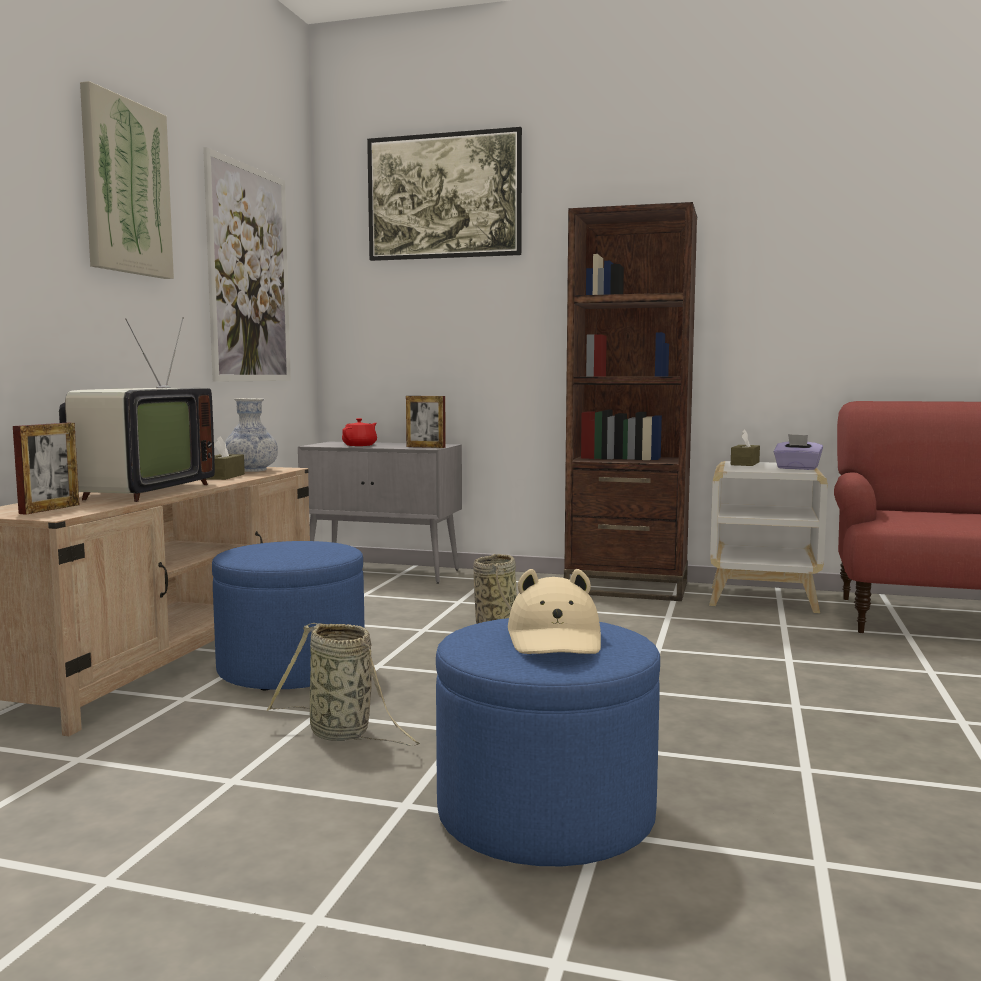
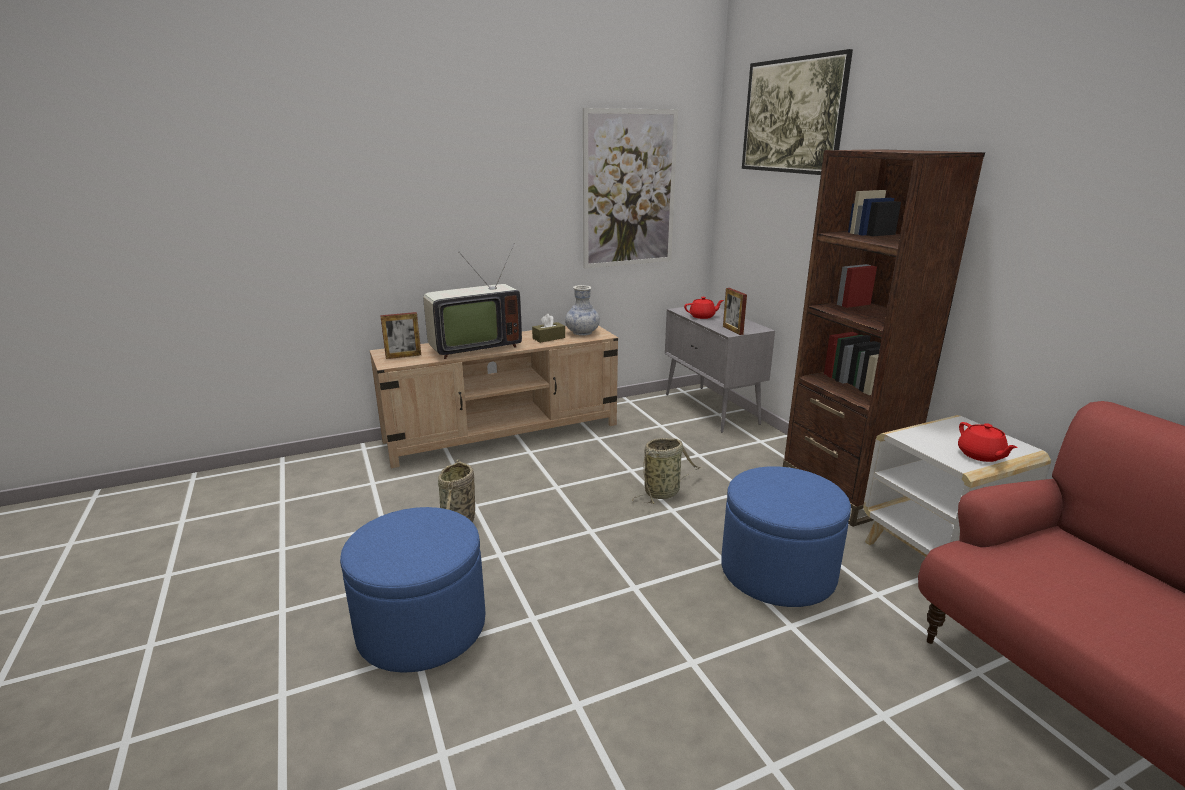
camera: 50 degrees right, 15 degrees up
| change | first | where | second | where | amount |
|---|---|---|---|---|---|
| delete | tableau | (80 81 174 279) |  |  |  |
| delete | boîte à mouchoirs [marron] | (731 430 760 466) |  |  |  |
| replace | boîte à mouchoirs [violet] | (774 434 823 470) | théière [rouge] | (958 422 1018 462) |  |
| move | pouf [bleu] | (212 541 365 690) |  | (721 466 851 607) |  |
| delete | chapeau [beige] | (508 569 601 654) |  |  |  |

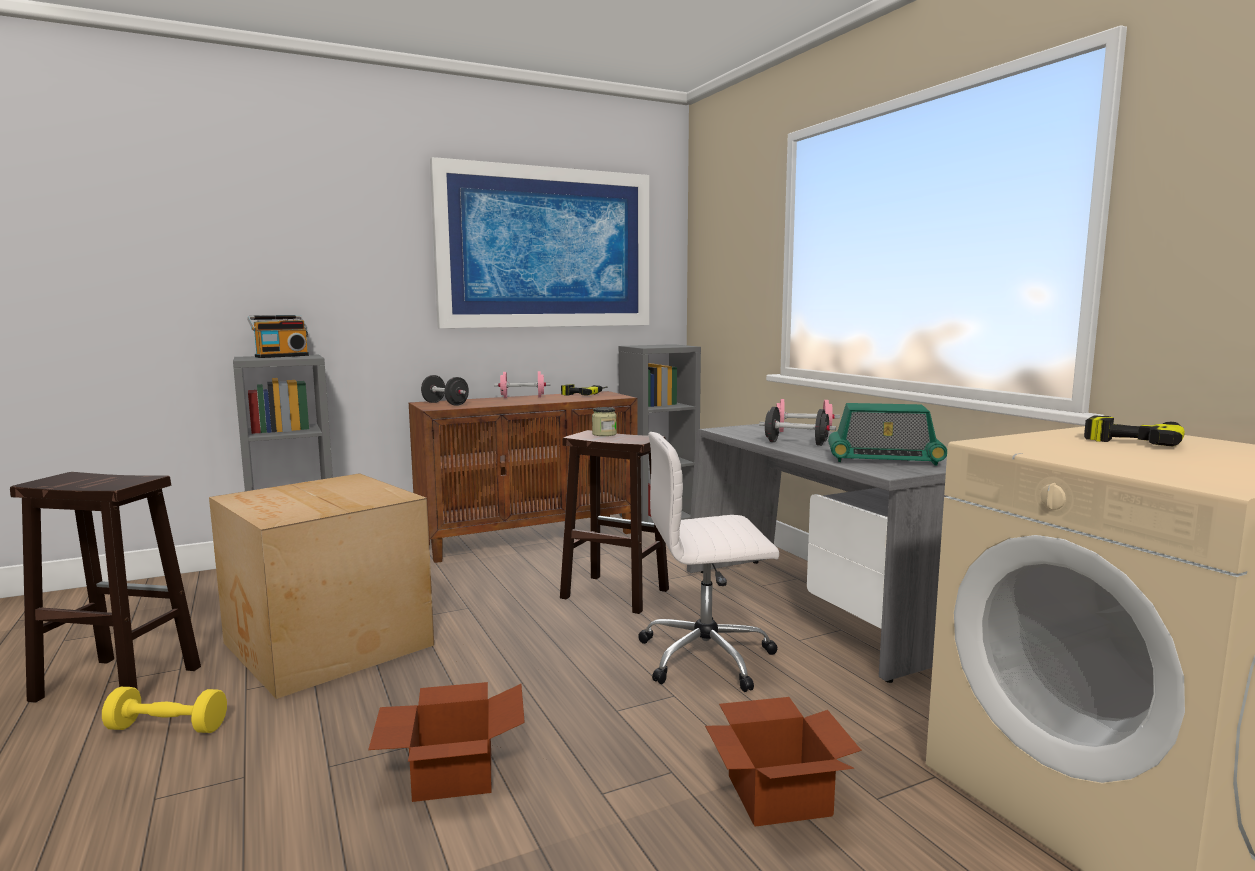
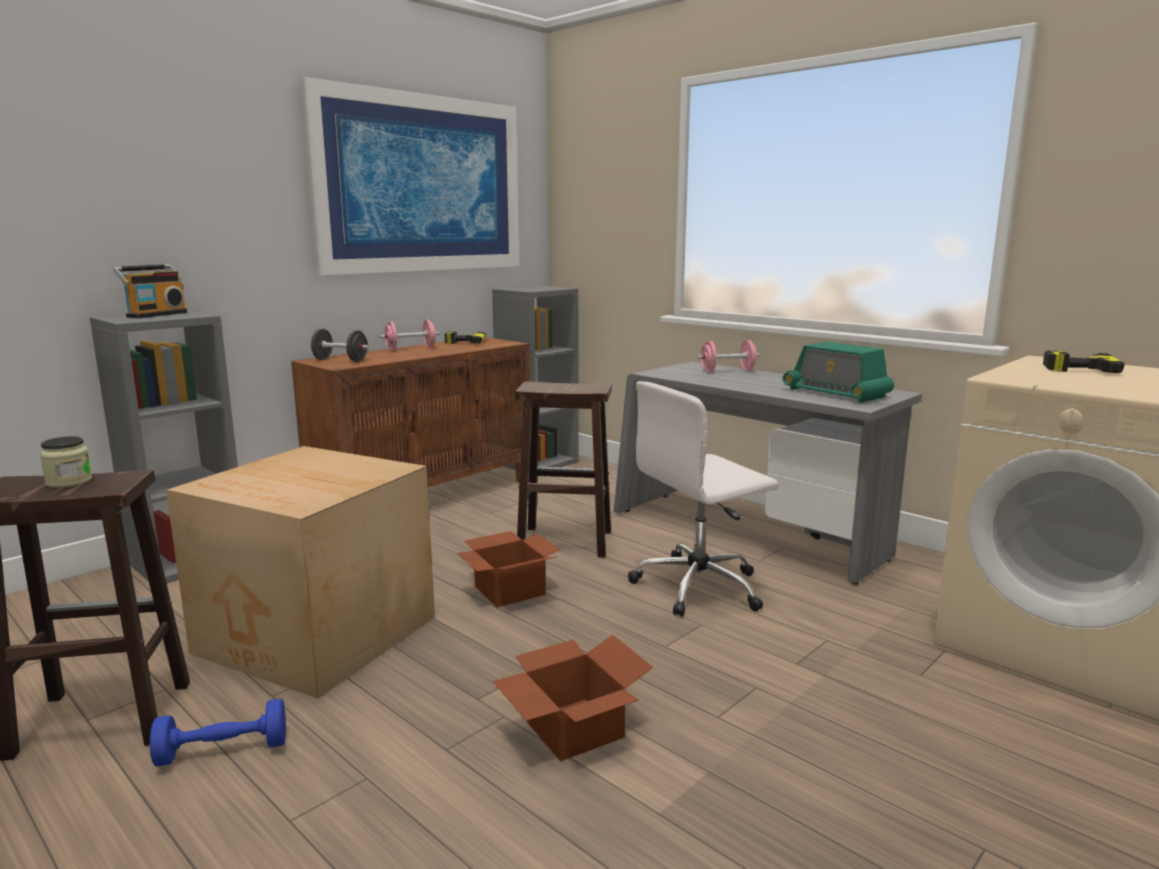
camera: 20 degrees left, 5 degrees up
| change | first | where | second | where | amount |
|---|---|---|---|---|---|
| rotate | radio | (828 403 947 466) |  | (783 342 894 403) | 60 degrees clockwise |
| move | bocal | (592 407 617 436) |  | (40 436 92 488) |  |
| delete | haltère [noir] | (759 407 836 446) |  |  |  |
| recolor | haltère [jaune] | (102 687 227 733) | haltère [bleu] | (150 699 286 767) |  |
| move | carton | (705 697 862 827) |  | (457 531 560 607) |  |

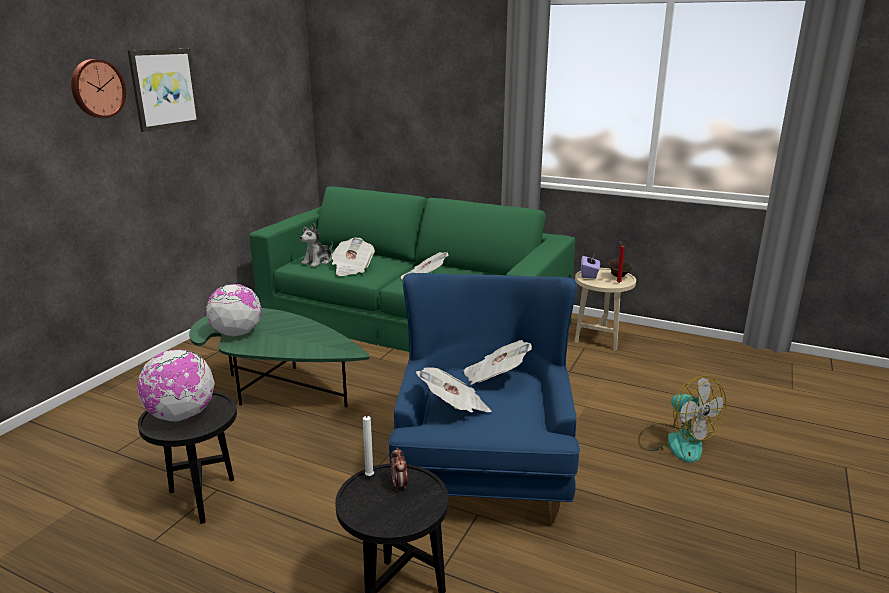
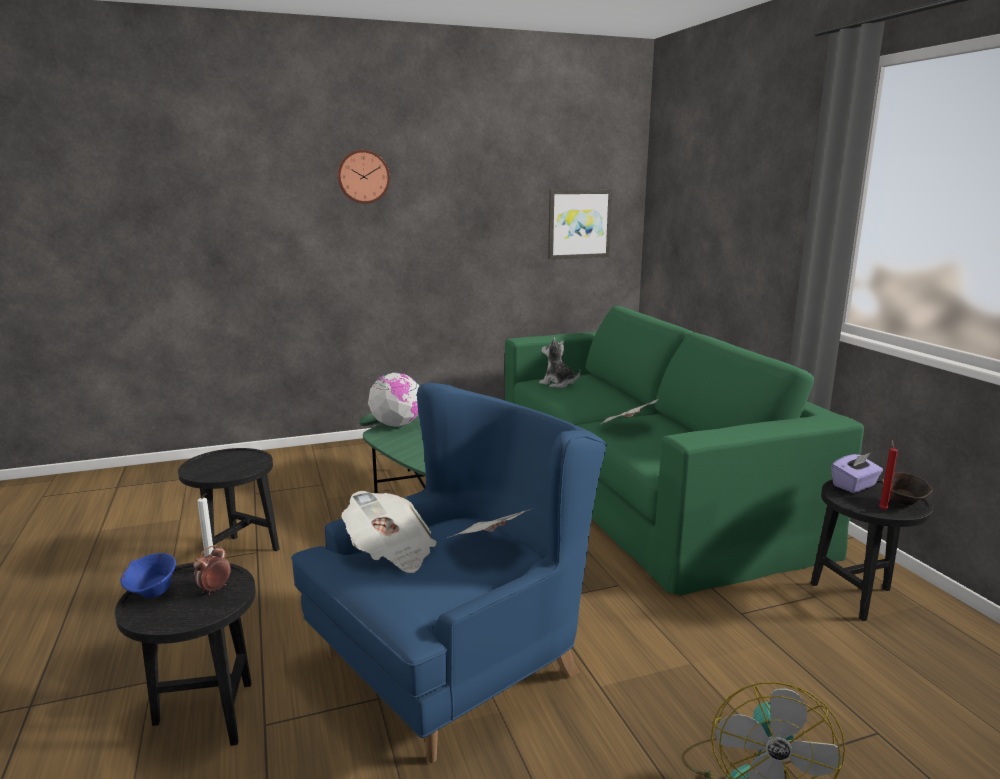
camera: 45 degrees right, 5 degrees down
| change | first | where | second | where | amount |
|---|---|---|---|---|---|
| move | tableau | (127 49 200 132) |  | (548 189 612 259) |  |
| rotate | peluche | (300 223 333 267) |  | (539 338 581 388) | 45 degrees clockwise |
| delete | journal | (331 237 375 276) |  |  |  |
| recolor | table d'appoint [beige] | (574 268 636 351) | table d'appoint [noir] | (811 479 933 621) |  |
| delete | globe | (137 349 215 422) |  |  |  |
| insert |  |  | bol [bleu] | (120 553 176 598) |  |

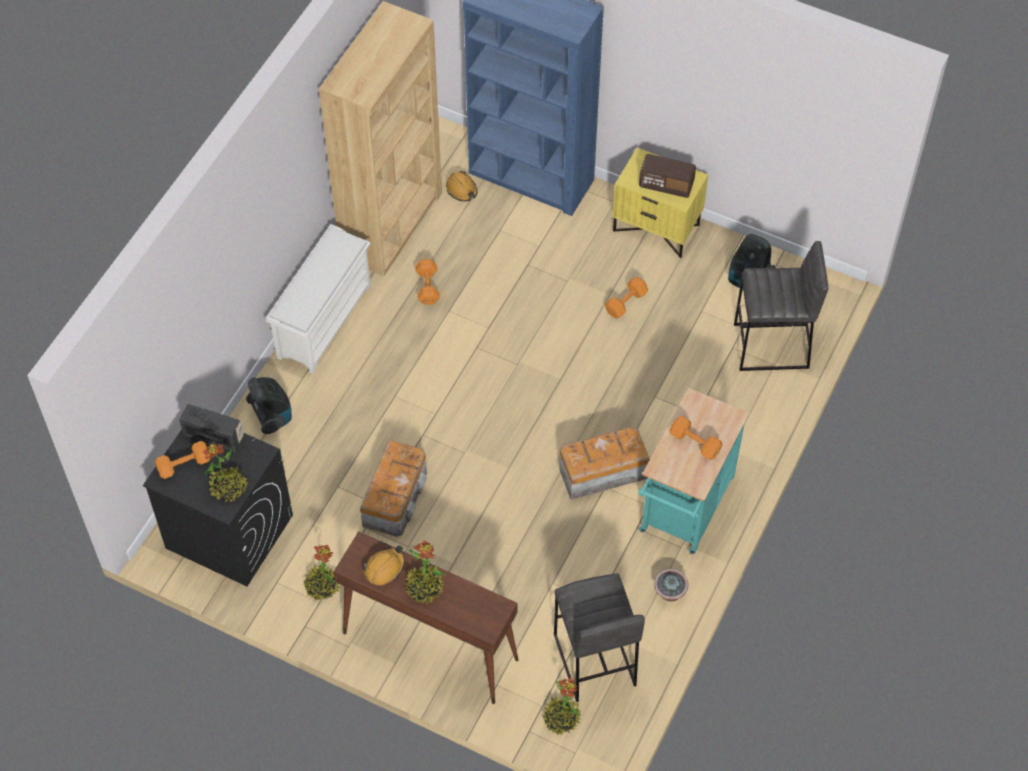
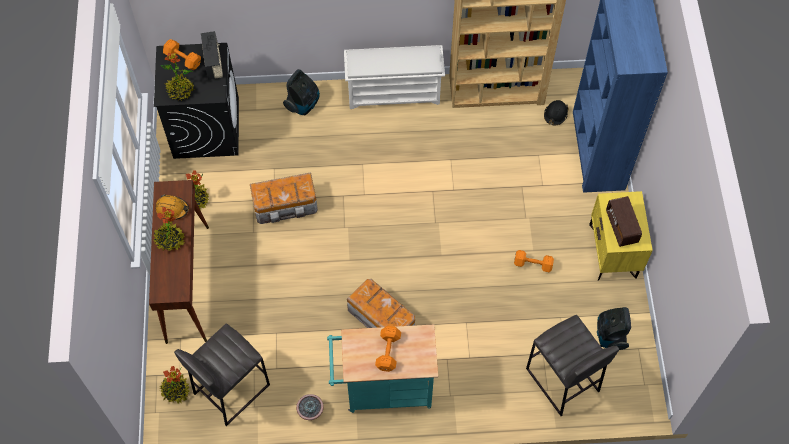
camera: 60 degrees right, 5 degrees up
| change | first | where | second | where | amount |
|---|---|---|---|---|---|
| recolor | casque de chantier [orange] | (446 171 477 201) | casque de chantier [noir] | (544 100 569 125) |  |
| delete | haltère [orange] | (415 259 440 305) |  |  |  |

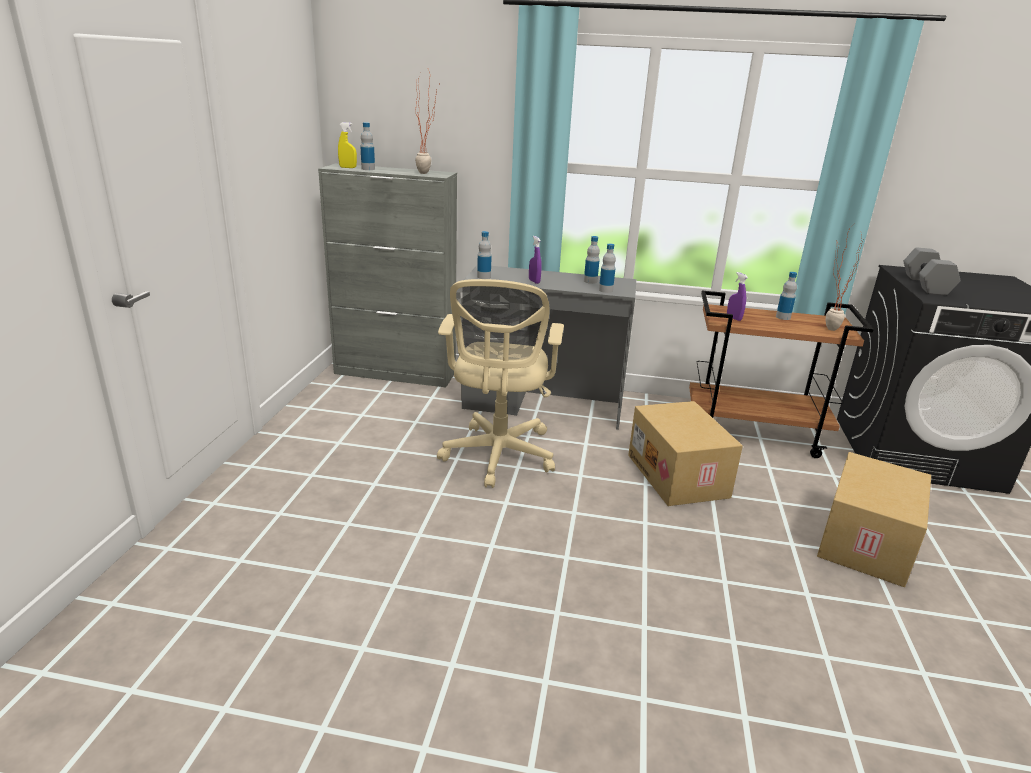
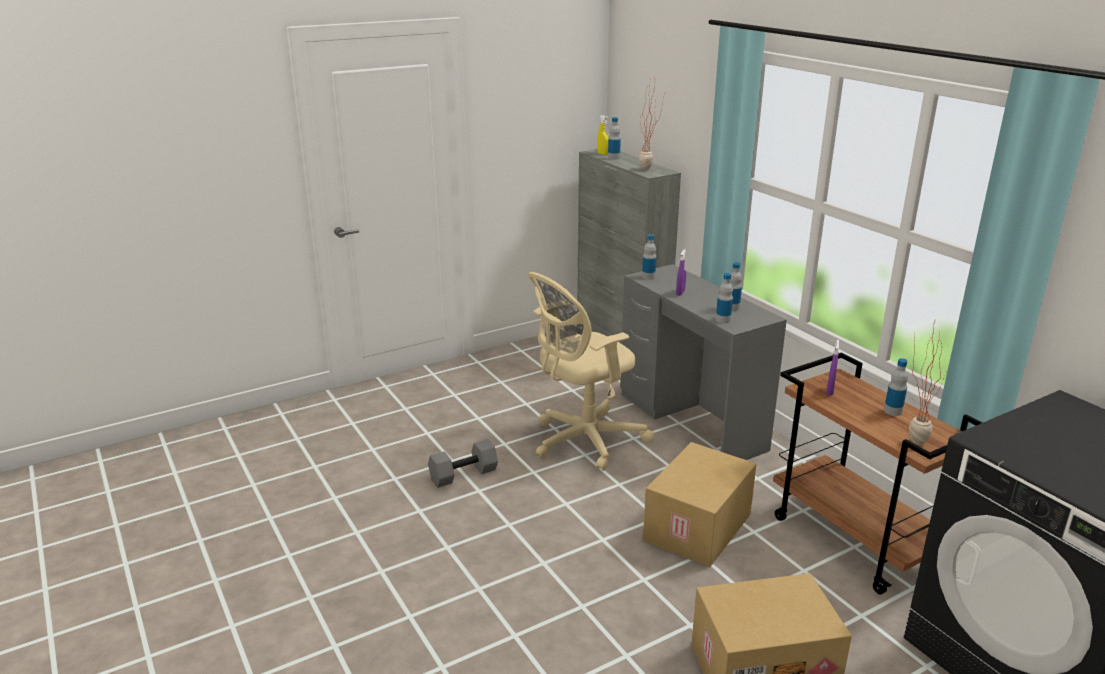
camera: 50 degrees right, 0 degrees up
| change | first | where | second | where | amount |
|---|---|---|---|---|---|
| move | haltère [gris] | (903 247 960 295) |  | (428 439 498 488) |  |

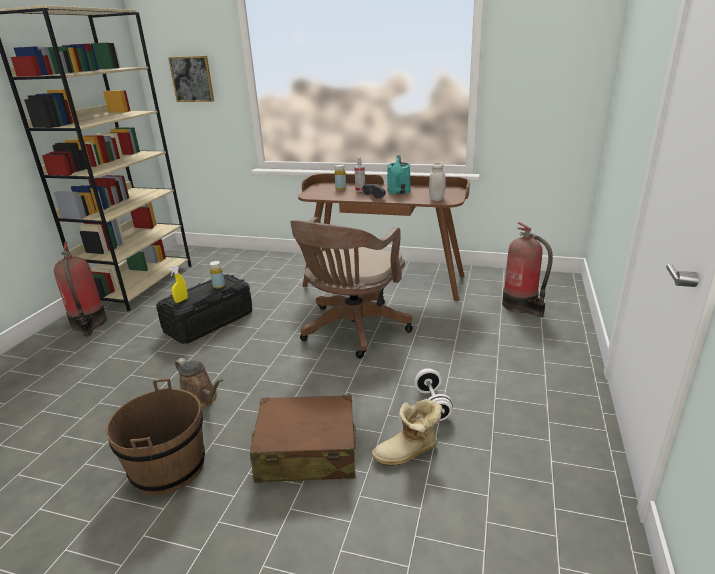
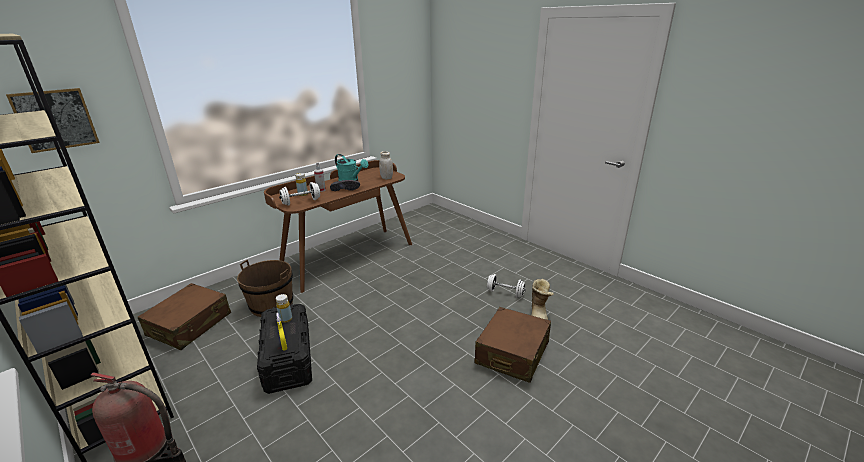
camera: 60 degrees left, 0 degrees up
| change | first | where | second | where | amount |
|---|---|---|---|---|---|
| delete | chaise de bureau [marron] | (290 217 413 359) |  |  |  |
| delete | extincteur | (502 222 553 317) |  |  |  |
| delete | arrosoir [marron] | (175 358 223 409) |  |  |  |
| move | seau [marron] | (106 379 205 496) |  | (237 260 293 317) |  |
| insert |  |  | haltère [blanc] | (279 182 320 206) |  |
| insert |  |  | valise [marron] | (138 283 231 350) |  |

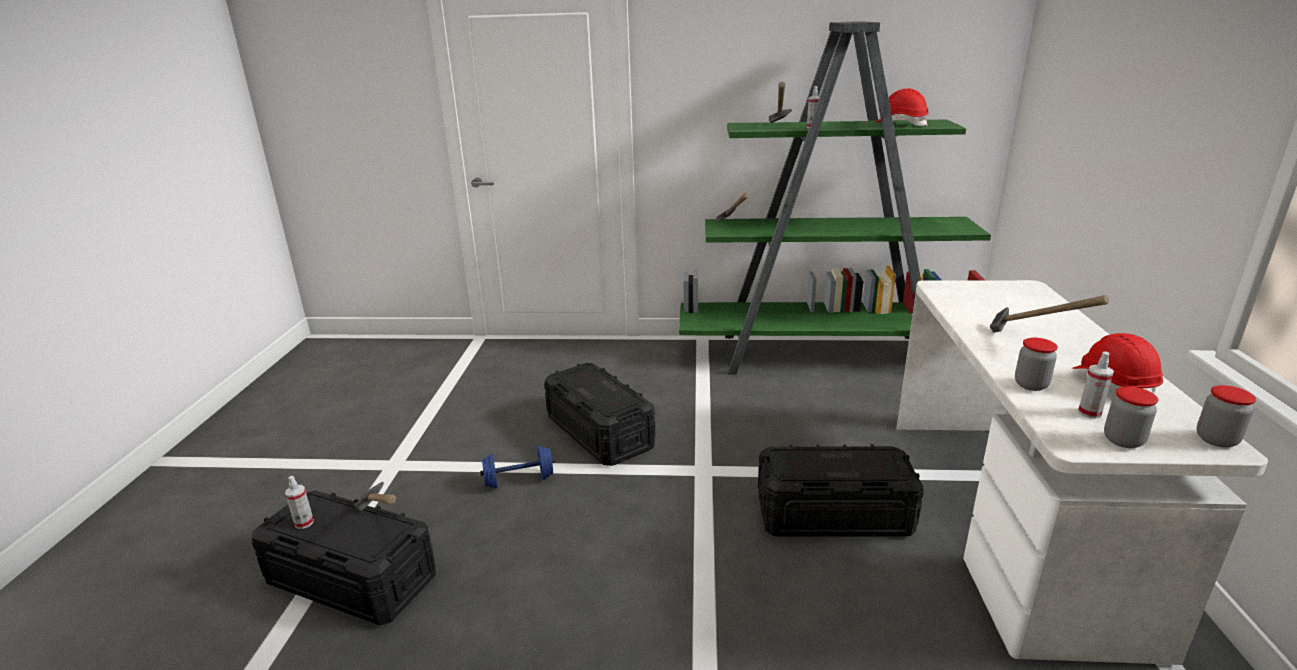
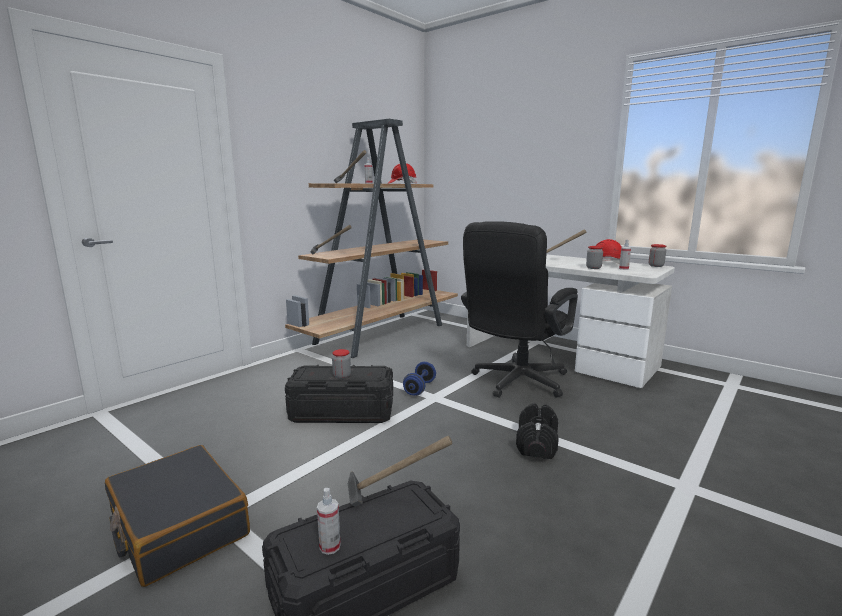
camera: 55 degrees left, 10 degrees down
| change | first | where | second | where | amount |
|---|---|---|---|---|---|
| recolor | bibliothèque [vert] | (679 21 991 374) | bibliothèque [marron] | (285 119 458 358) |  |
| move | bocal | (1104 386 1159 448) |  | (332 349 351 379) |  |
| replace | boîte de rangement [noir] | (758 444 924 536) | chaise de bureau [noir] | (461 221 578 398) |  |
| move | haltère [bleu] | (480 446 555 489) |  | (403 362 436 396) |  |
| insert |  |  | haltère [noir] | (516 403 558 459) |  |
| insert |  |  | valise [noir] | (105 445 250 587) |  |

